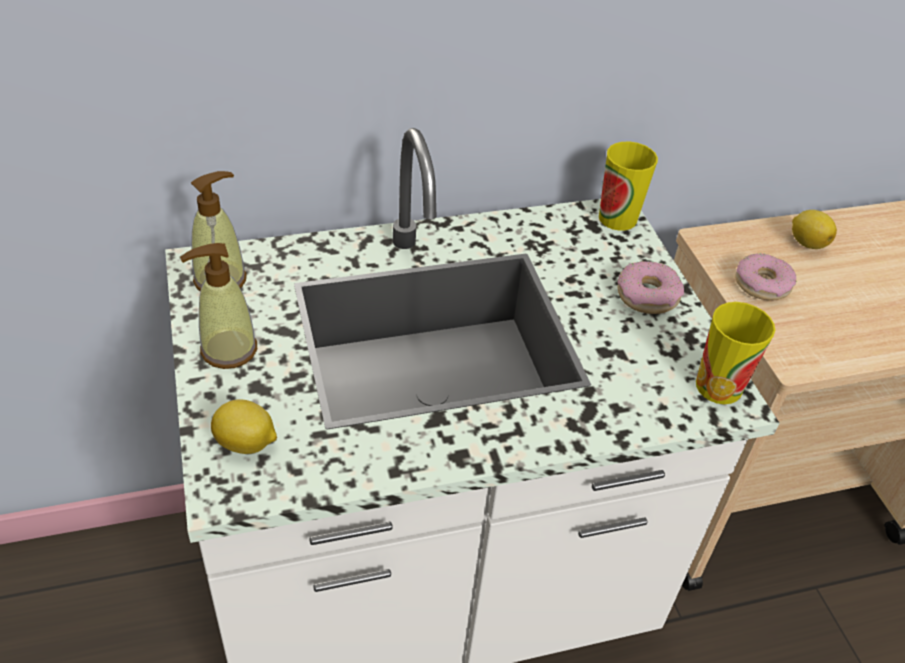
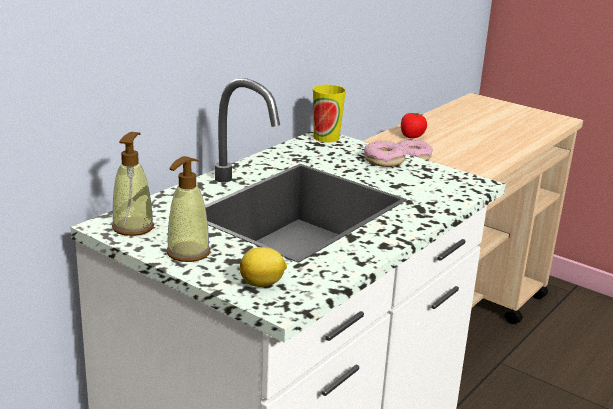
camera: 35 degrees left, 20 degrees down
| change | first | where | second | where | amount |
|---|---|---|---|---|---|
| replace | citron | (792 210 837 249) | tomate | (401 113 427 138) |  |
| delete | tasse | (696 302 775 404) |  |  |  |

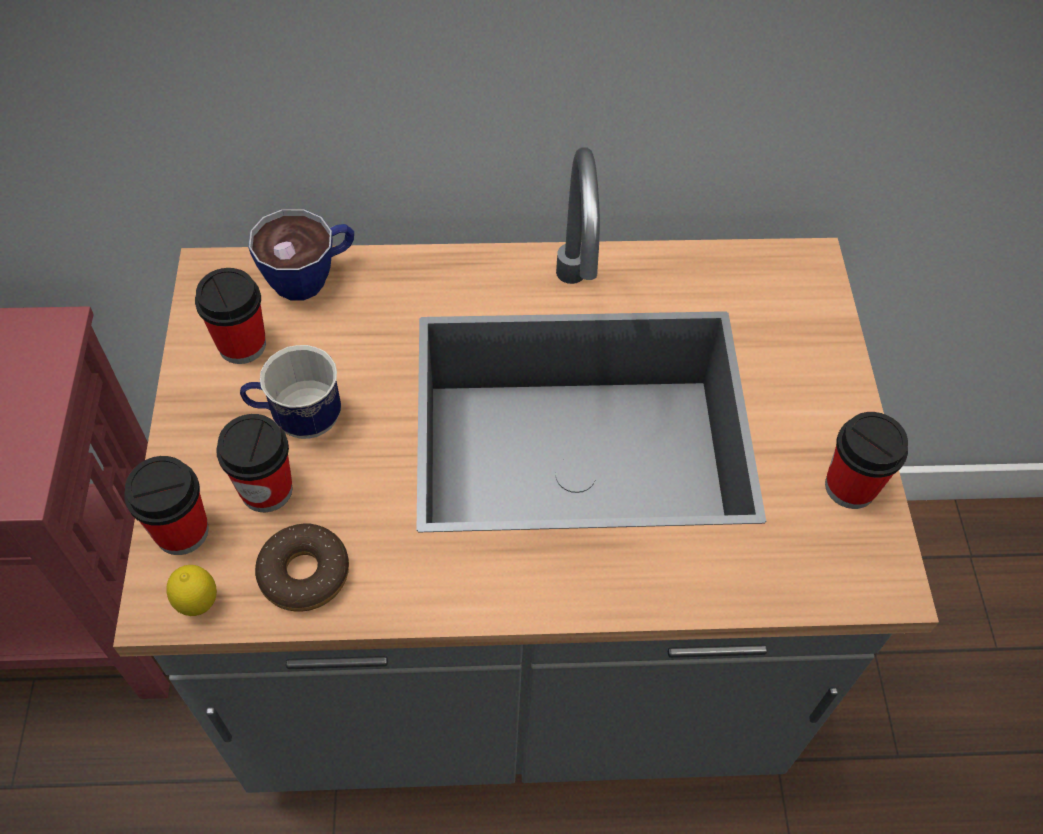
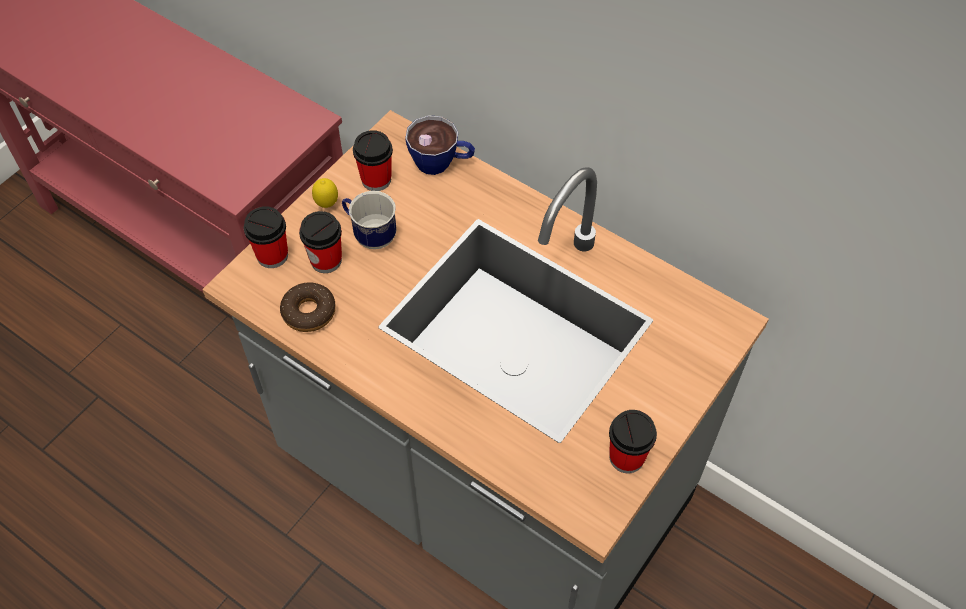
camera: 40 degrees right, 0 degrees up
| change | first | where | second | where | amount |
|---|---|---|---|---|---|
| move | citron | (166 565 217 616) |  | (312 178 338 208) |  |

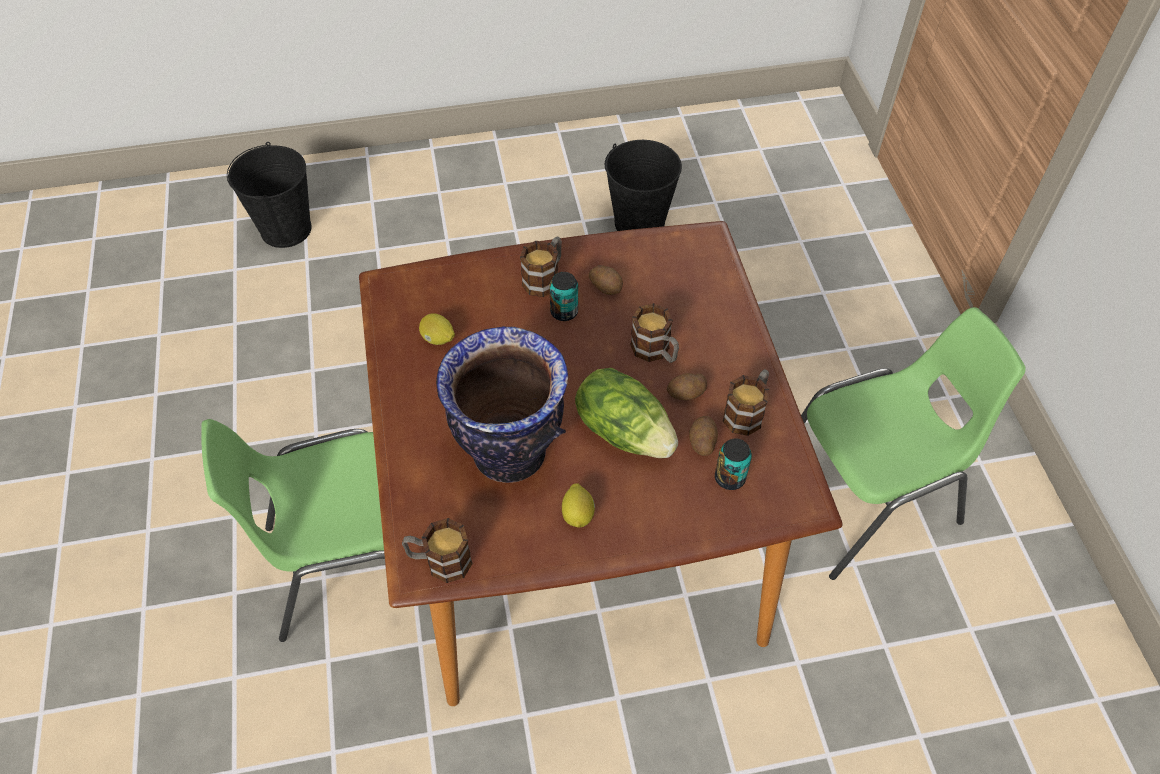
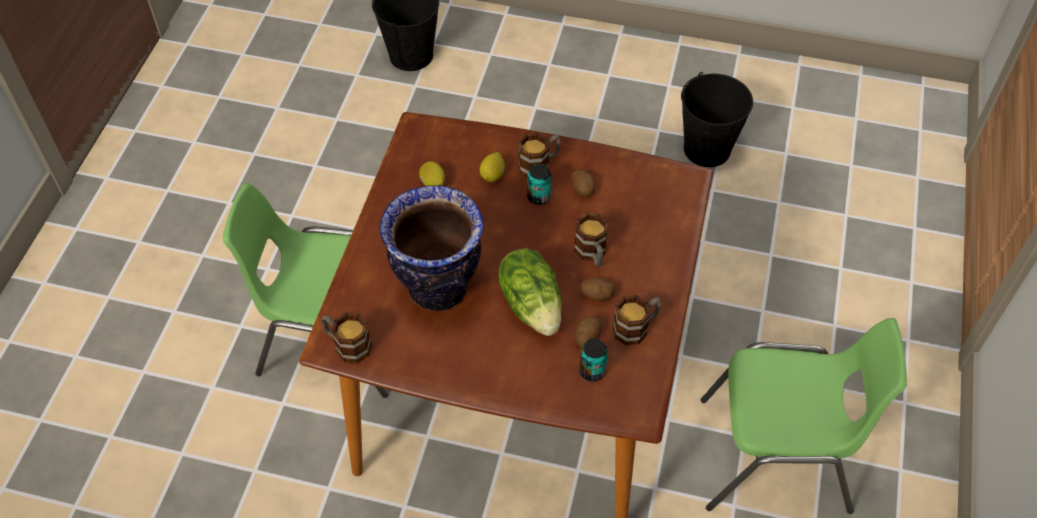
camera: 25 degrees right, 0 degrees up
| change | first | where | second | where | amount |
|---|---|---|---|---|---|
| move | citron | (562 483 595 528) |  | (480 152 505 182) |  |

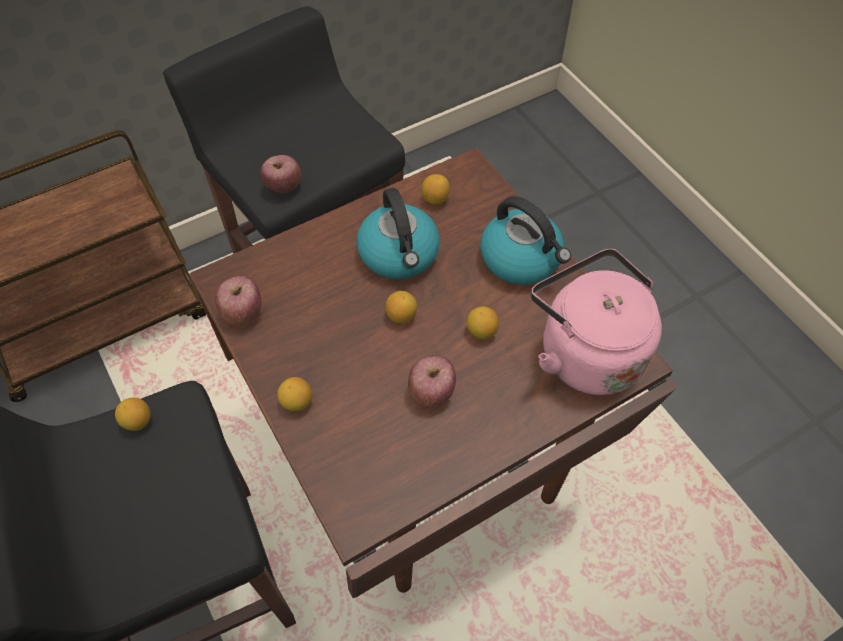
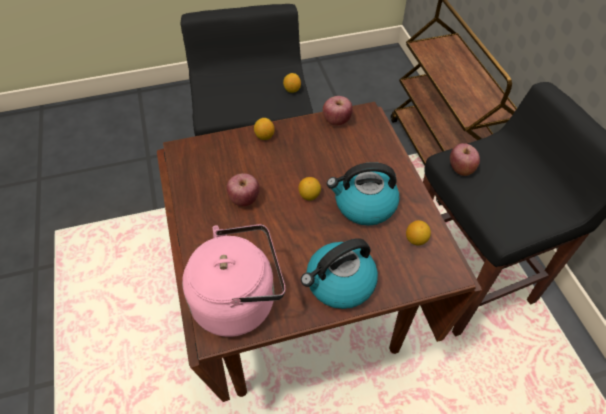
camera: 105 degrees right, 5 degrees down
| change | first | where | second | where | amount |
|---|---|---|---|---|---|
| delete | citron | (467 306 499 340) |  |  |  |

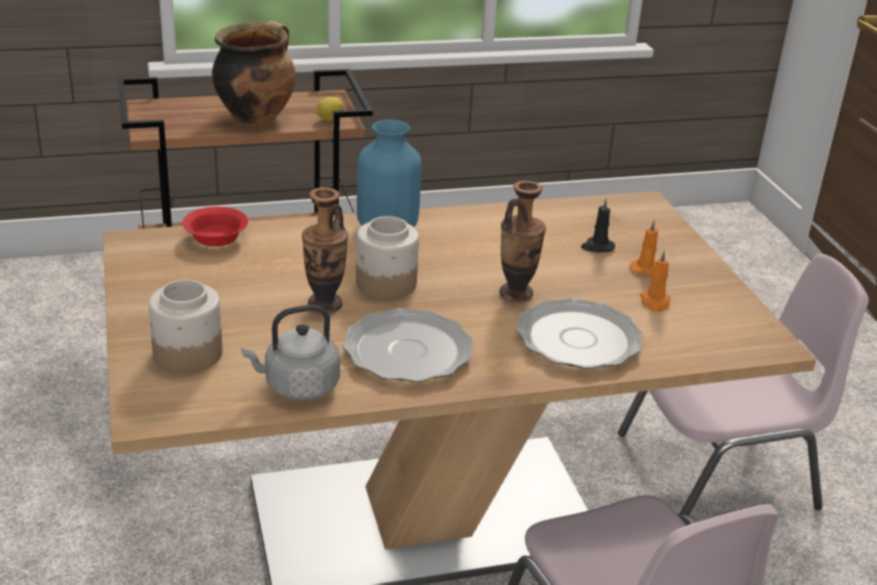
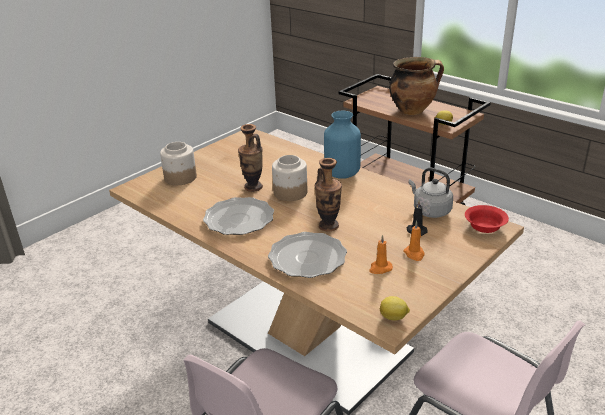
camera: 60 degrees right, 0 degrees up
| change | first | where | second | where | amount |
|---|---|---|---|---|---|
| move | bol [rouge] | (182 207 248 247) |  | (465 205 509 233) |  |
| move | bouilloire [gris] | (242 305 340 400) |  | (408 168 453 218) |  |
| insert |  |  | citron | (380 296 410 320) |  |

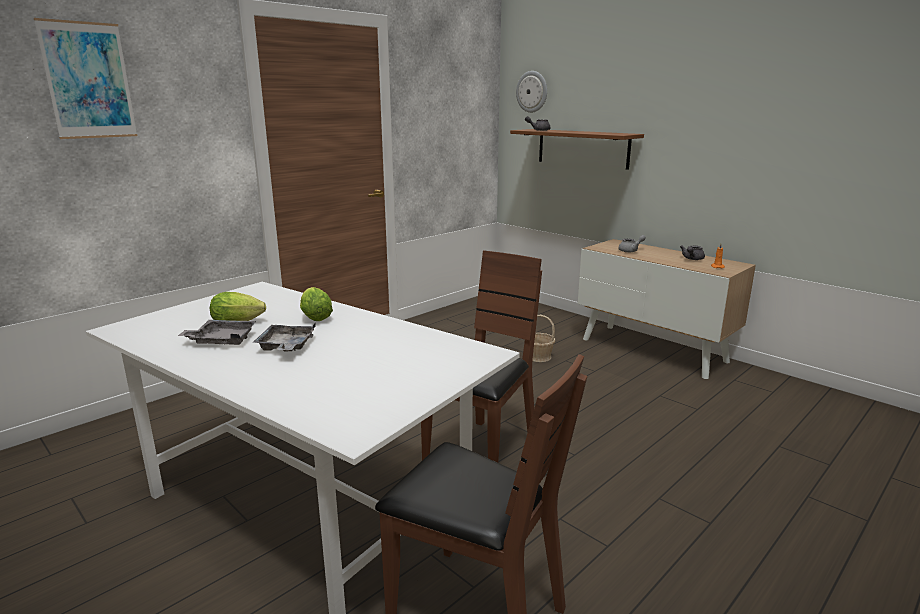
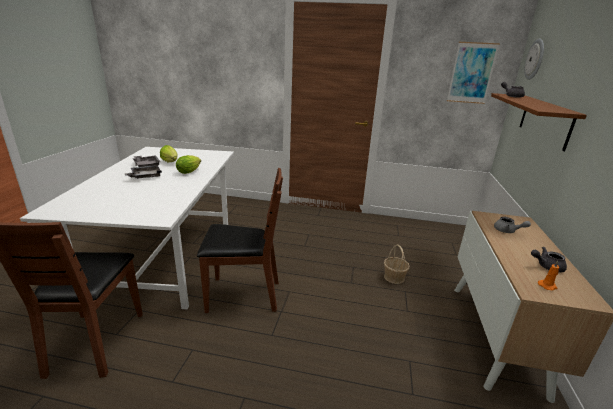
camera: 55 degrees right, 5 degrees up
| change | first | where | second | where | amount |
|---|---|---|---|---|---|
| move | tableau | (34 18 138 139) |  | (447 42 500 104) |  |

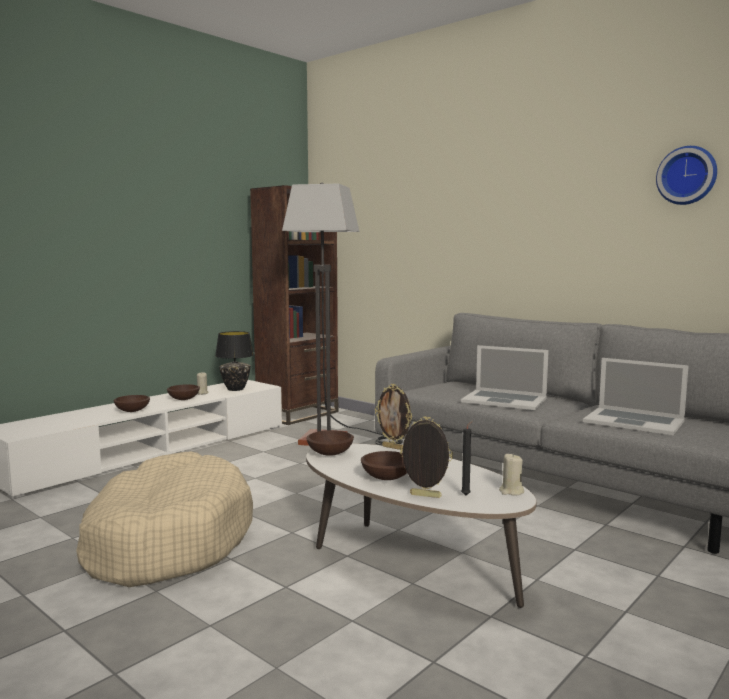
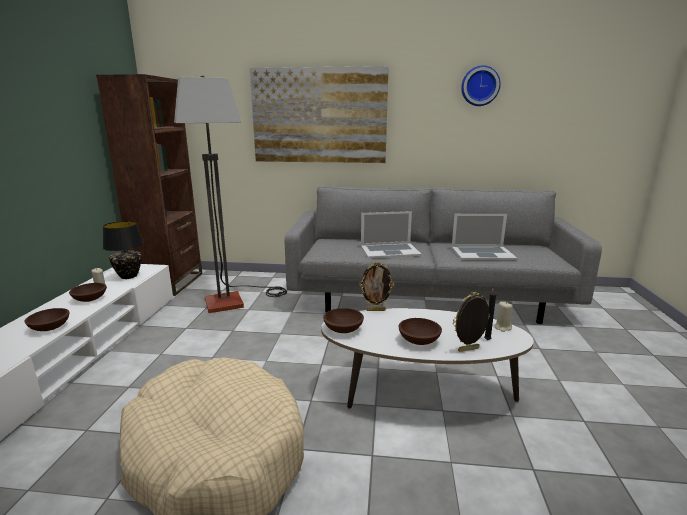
camera: 35 degrees left, 10 degrees up
| change | first | where | second | where | amount |
|---|---|---|---|---|---|
| insert |  |  | tableau | (250 66 389 163) |  |

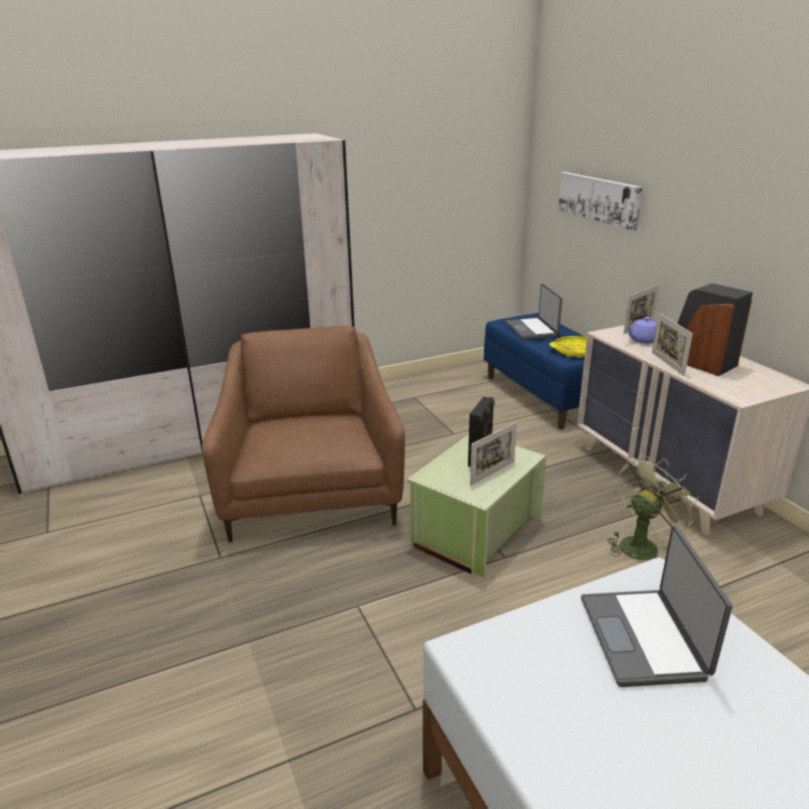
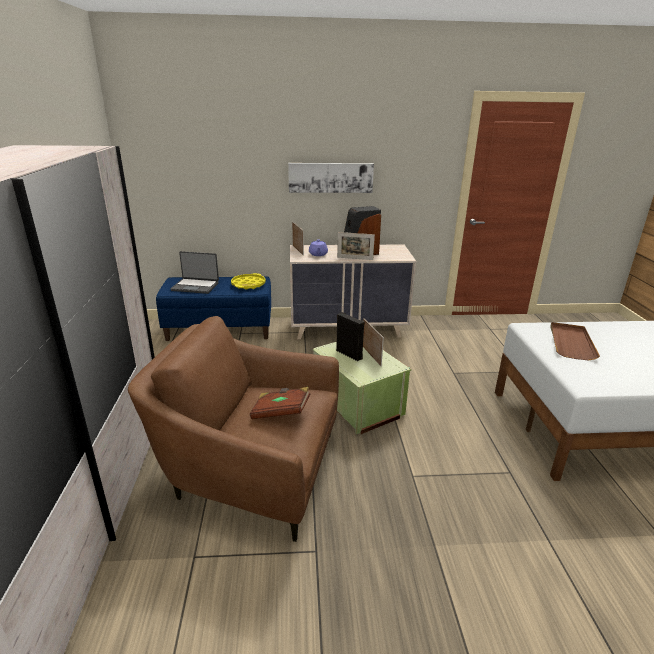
camera: 70 degrees left, 0 degrees up
| change | first | where | second | where | amount |
|---|---|---|---|---|---|
| move | tableau | (558 172 643 231) |  | (288 163 374 193) |  |
| delete | ventilateur [vert] | (607 455 699 560) |  |  |  |
| replace | ordinateur portable | (581 525 732 687) | plateau [marron] | (550 322 600 360) |  |
| insert |  |  | livre [marron] | (250 387 310 419) |  |

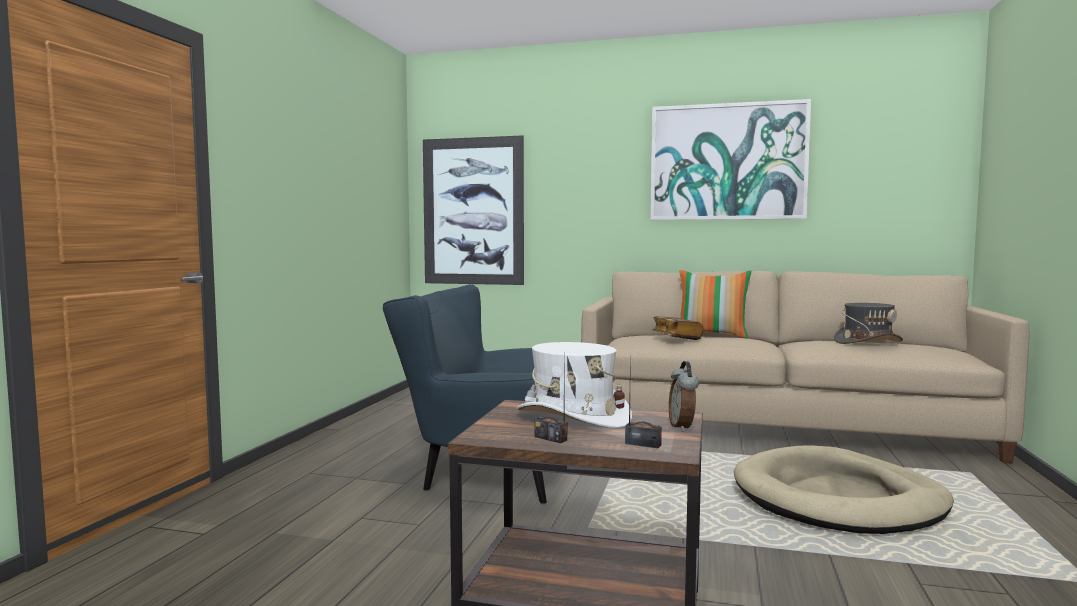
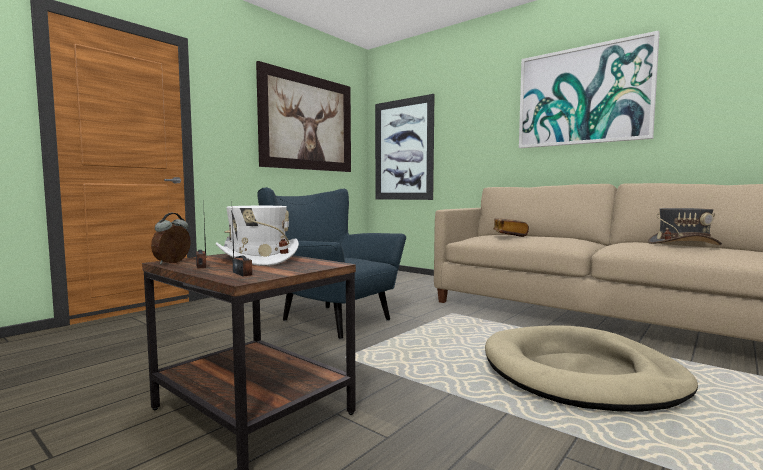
camera: 25 degrees right, 0 degrees up
| change | first | where | second | where | amount |
|---|---|---|---|---|---|
| delete | coussin | (679 270 752 339) |  |  |  |
| move | réveil | (669 361 699 432) |  | (151 213 191 265) |  |
| insert |  |  | tableau | (256 61 351 172) |  |

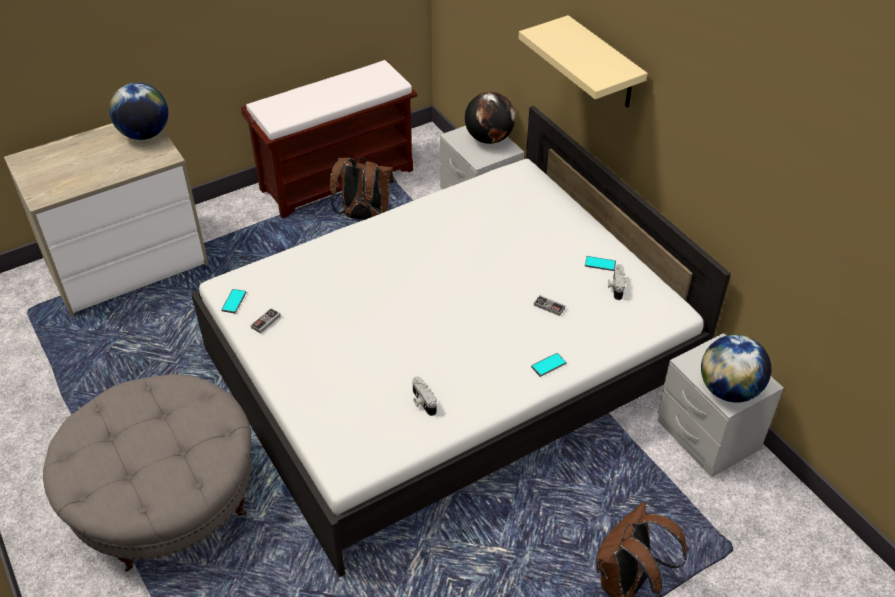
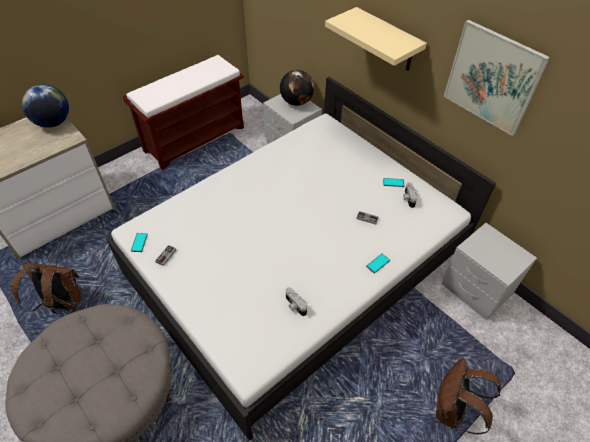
camera: 10 degrees left, 5 degrees up
| change | first | where | second | where | amount |
|---|---|---|---|---|---|
| move | sac à dos [marron] | (330 157 394 220) |  | (12 263 81 314) |  |
| delete | globe | (701 335 771 403) |  |  |  |
| insert |  |  | tableau | (444 20 550 136) |  |

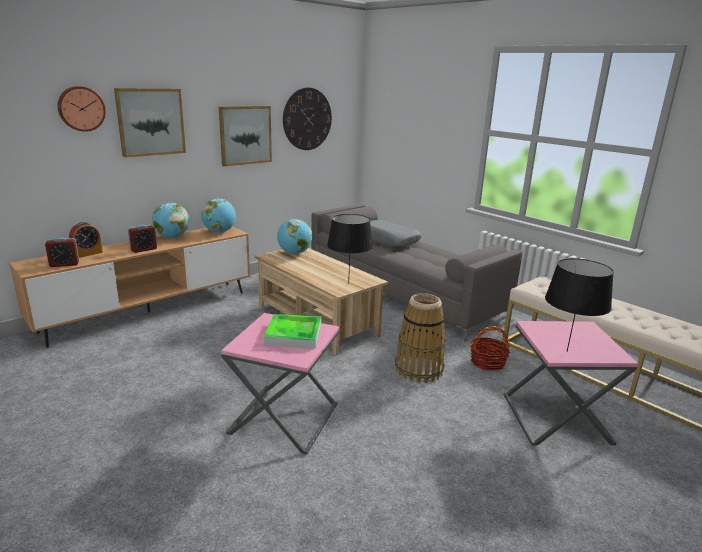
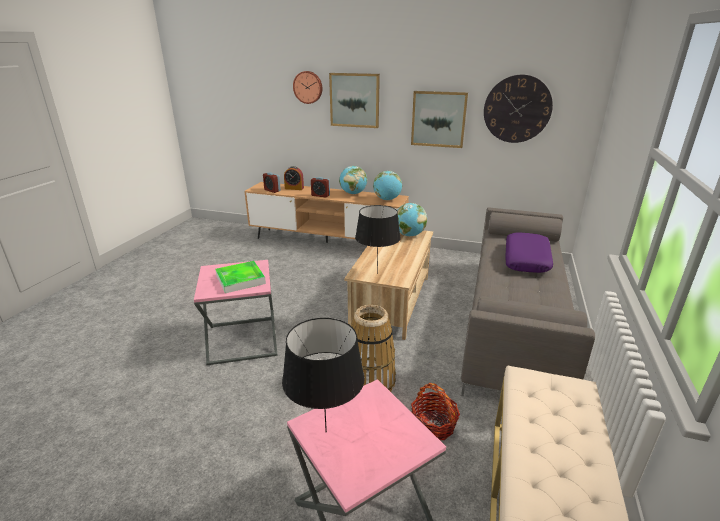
camera: 60 degrees right, 5 degrees up
| change | first | where | second | where | amount |
|---|---|---|---|---|---|
| recolor | coussin [gris] | (370 220 421 247) | coussin [violet] | (506 232 553 273) |  |

